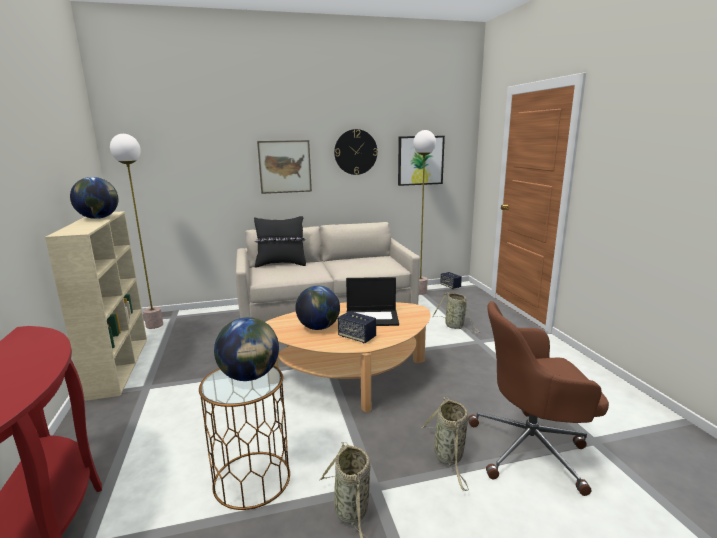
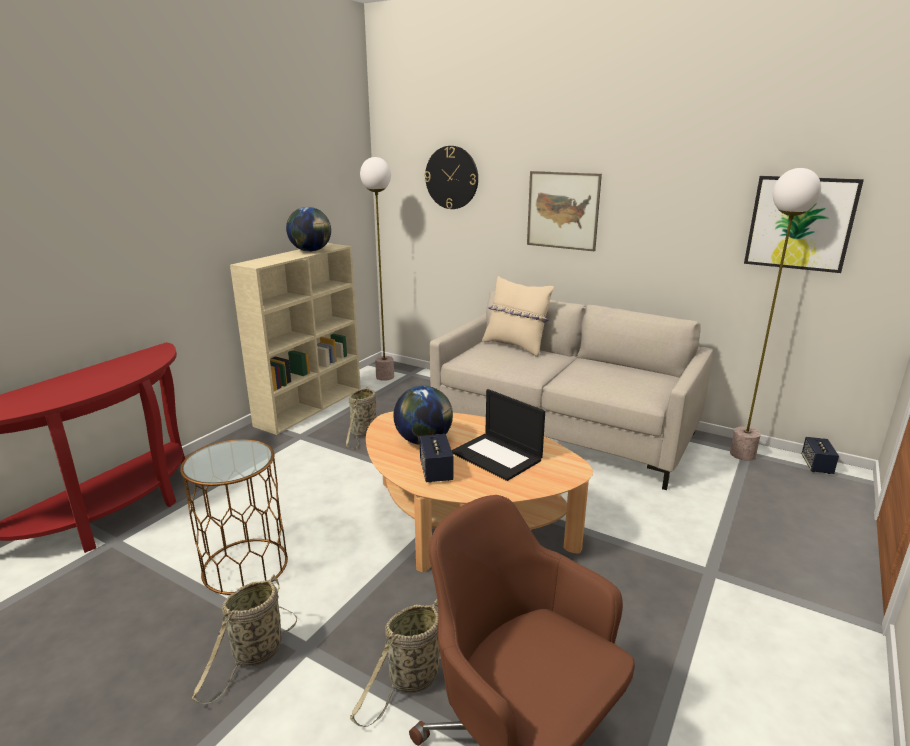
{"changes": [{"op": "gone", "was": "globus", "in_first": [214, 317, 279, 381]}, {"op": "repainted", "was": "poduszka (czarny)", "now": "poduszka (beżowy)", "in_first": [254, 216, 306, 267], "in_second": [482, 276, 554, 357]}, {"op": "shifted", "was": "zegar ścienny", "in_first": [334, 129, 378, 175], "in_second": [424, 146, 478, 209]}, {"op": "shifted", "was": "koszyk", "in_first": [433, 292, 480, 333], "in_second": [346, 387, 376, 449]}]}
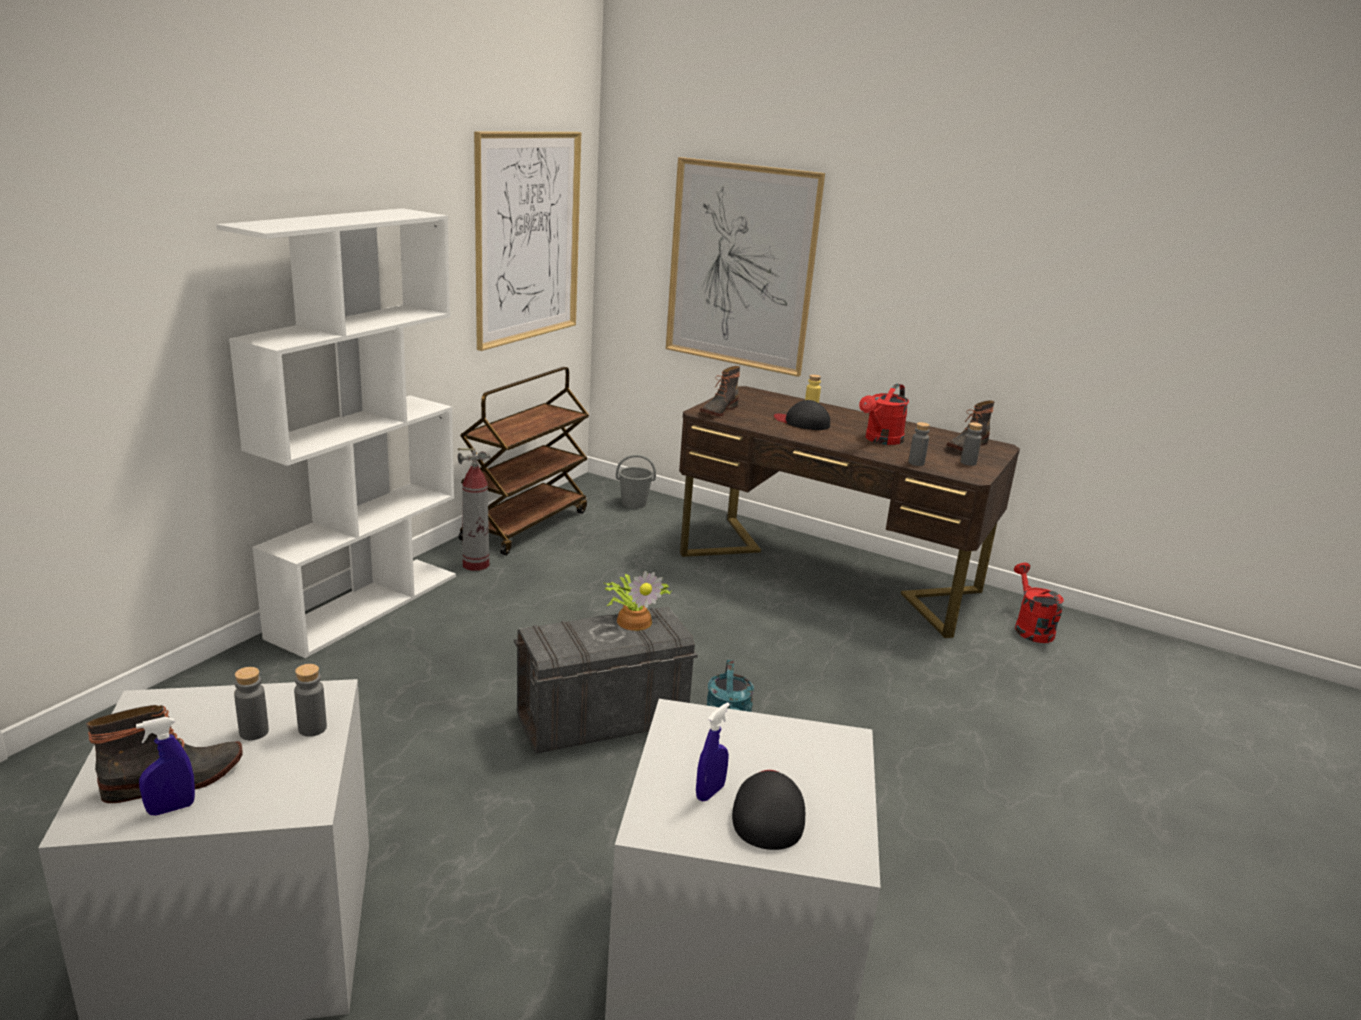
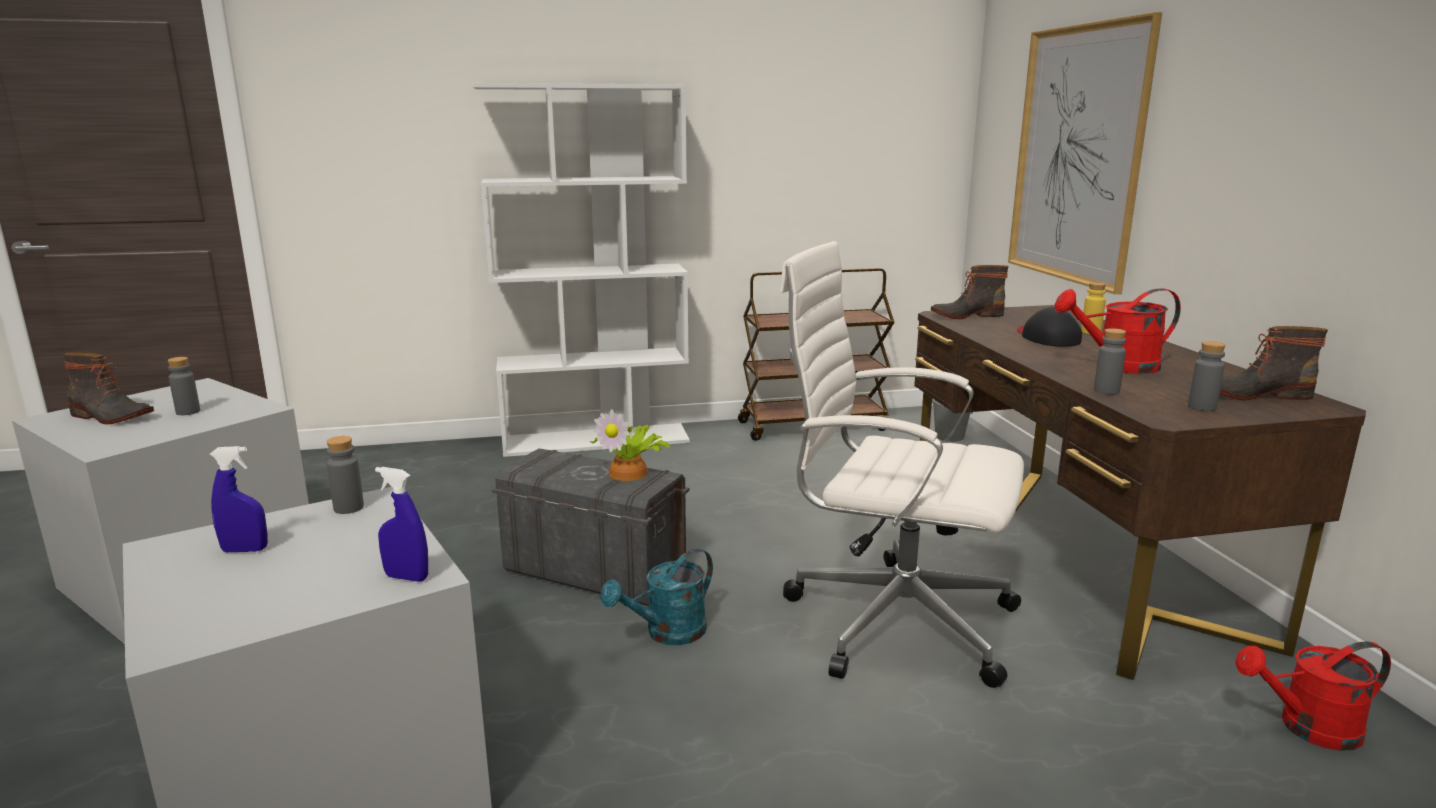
{"changes": [{"op": "shifted", "was": "spryskiwacz (niebieski)", "in_first": [136, 717, 195, 815], "in_second": [375, 467, 428, 582]}, {"op": "shifted", "was": "butelka (szary)", "in_first": [294, 664, 327, 737], "in_second": [326, 436, 364, 514]}, {"op": "gone", "was": "gaśnica", "in_first": [458, 448, 491, 571]}, {"op": "gone", "was": "obraz", "in_first": [474, 131, 581, 351]}, {"op": "gone", "was": "czapka z daszkiem (czarny)", "in_first": [732, 770, 805, 850]}, {"op": "rotated", "was": "konewka (czerwony)", "in_first": [1014, 563, 1064, 643], "in_second": [1235, 641, 1391, 751], "clockwise": -135}, {"op": "new", "now": "krzesło biurowe (biały)", "in_second": [780, 241, 1024, 688]}]}
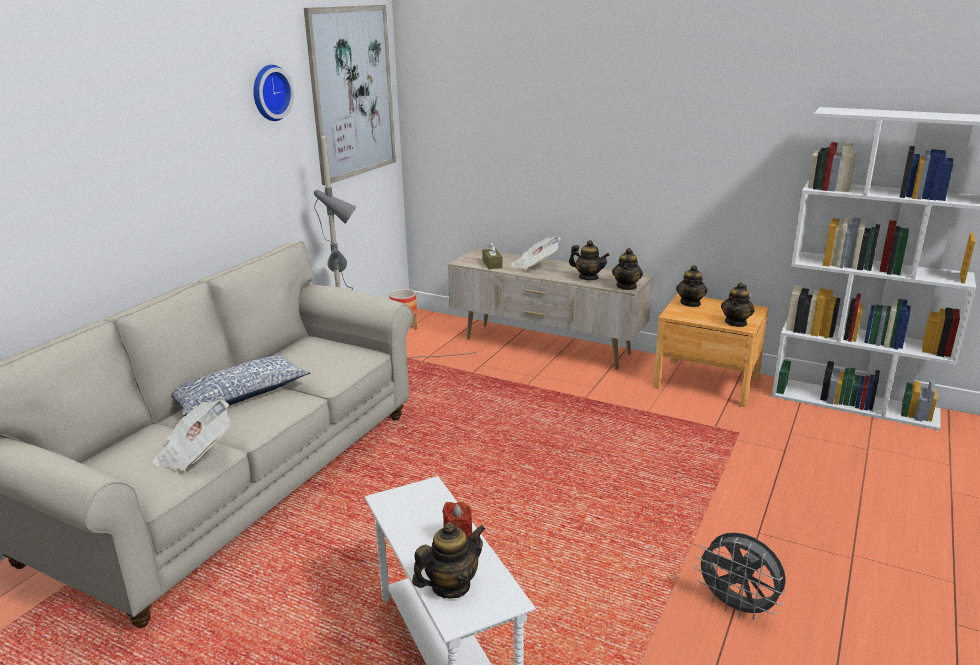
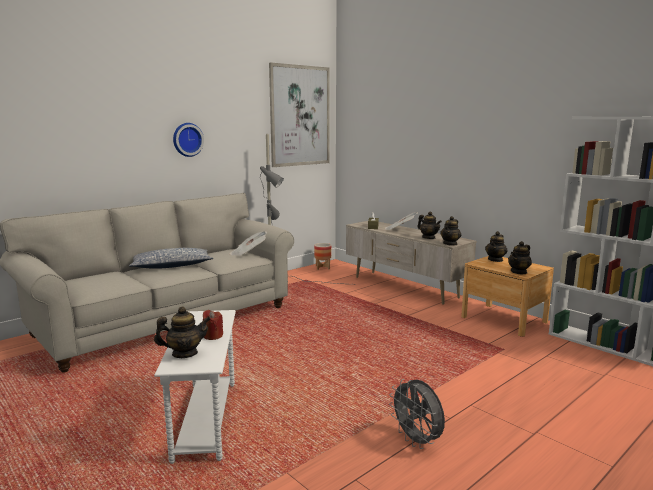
{"changes": [{"op": "shifted", "was": "gazeta", "in_first": [153, 400, 230, 471], "in_second": [230, 231, 267, 256]}, {"op": "shifted", "was": "zegar ścienny", "in_first": [253, 65, 294, 121], "in_second": [173, 123, 204, 157]}]}
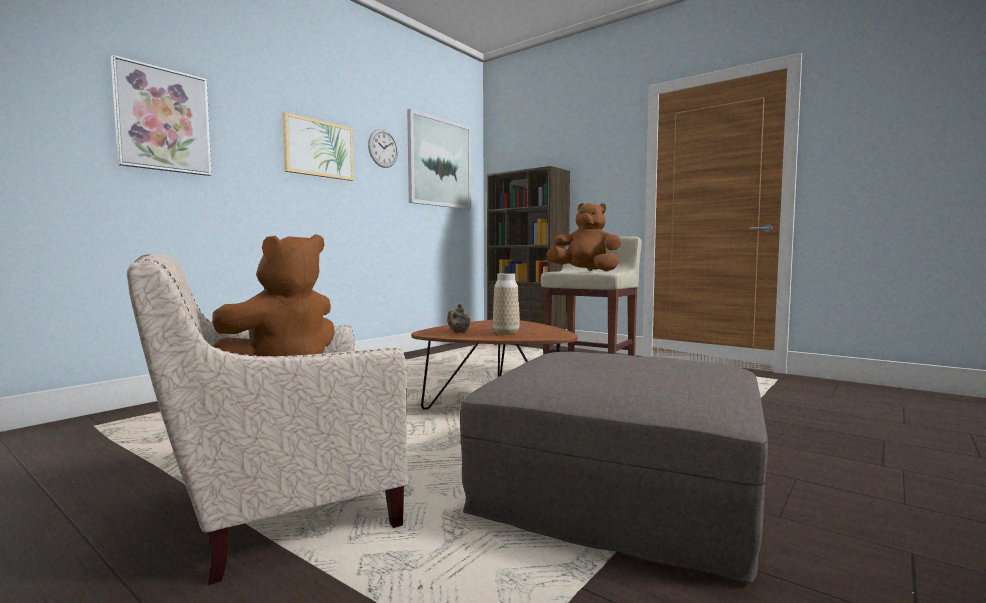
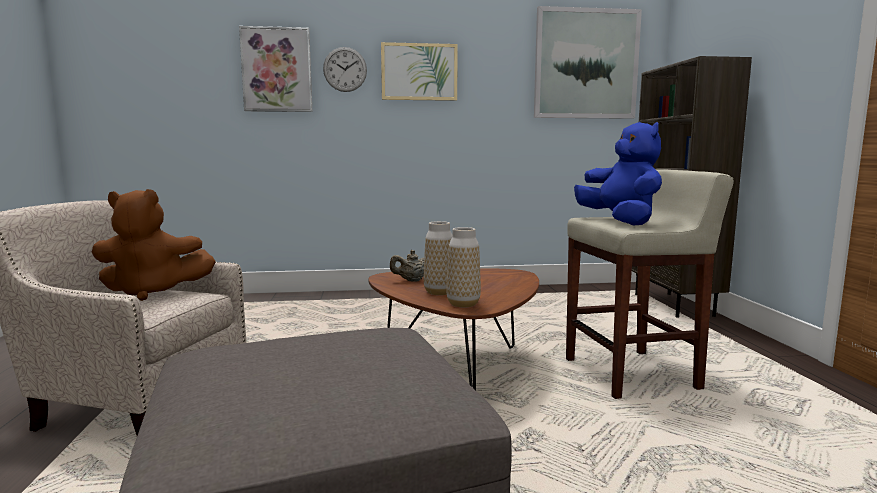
{"changes": [{"op": "shifted", "was": "zegar ścienny", "in_first": [368, 129, 398, 168], "in_second": [323, 47, 367, 92]}, {"op": "repainted", "was": "pluszak (brązowy)", "now": "pluszak (niebieski)", "in_first": [546, 203, 622, 271], "in_second": [574, 122, 662, 226]}, {"op": "new", "now": "wazon", "in_second": [446, 227, 481, 307]}]}
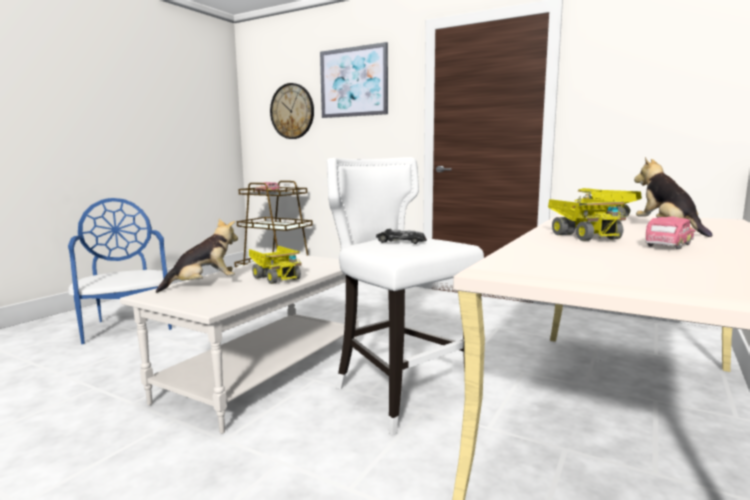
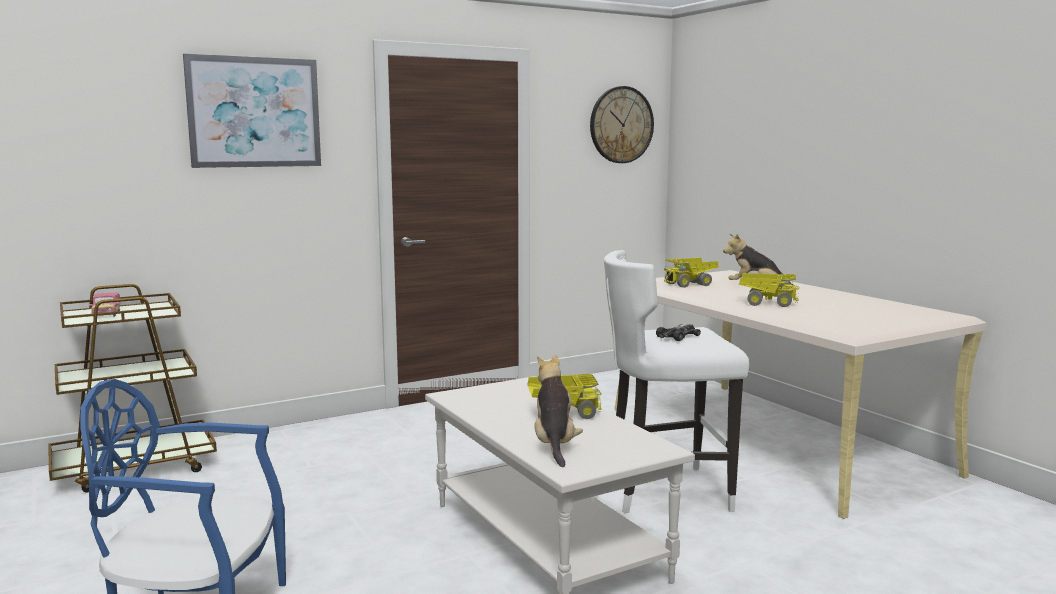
{"changes": [{"op": "shifted", "was": "zegar ścienny", "in_first": [270, 83, 314, 139], "in_second": [590, 86, 654, 163]}, {"op": "gone", "was": "samochodzik", "in_first": [645, 216, 696, 249]}]}
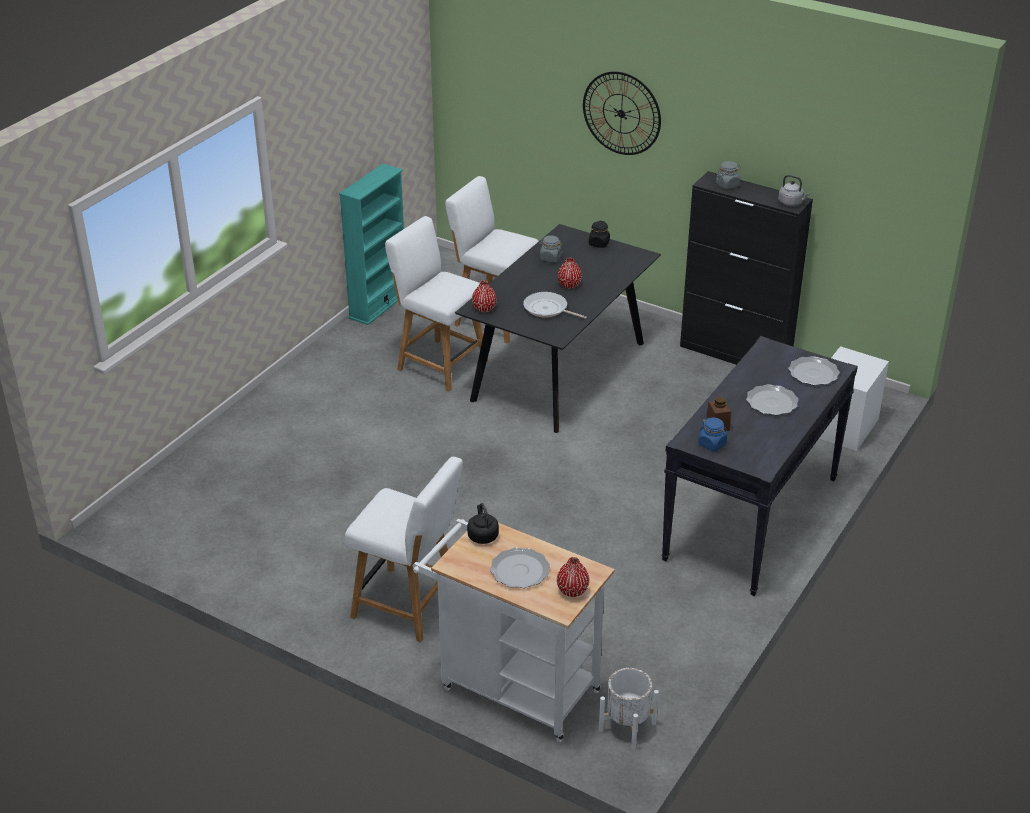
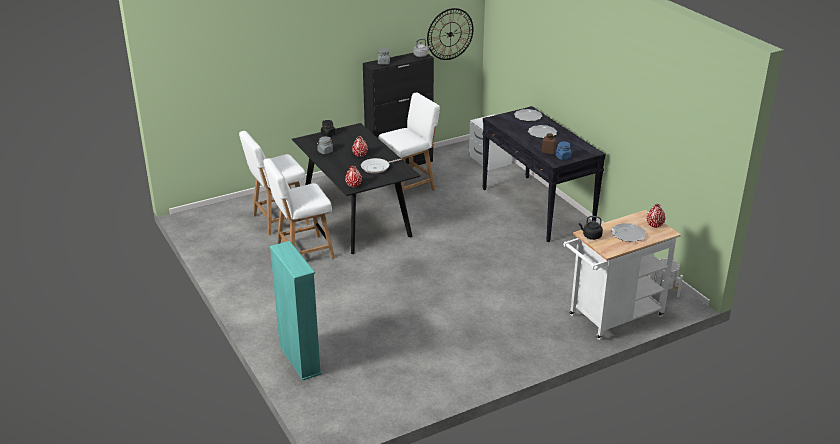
{"changes": [{"op": "shifted", "was": "regał (turkusowy)", "in_first": [339, 164, 404, 325], "in_second": [270, 241, 322, 380]}, {"op": "shifted", "was": "krzesło (biały)", "in_first": [345, 457, 463, 642], "in_second": [378, 92, 440, 194]}, {"op": "shifted", "was": "zegar ścienny", "in_first": [583, 71, 661, 155], "in_second": [427, 8, 474, 60]}]}
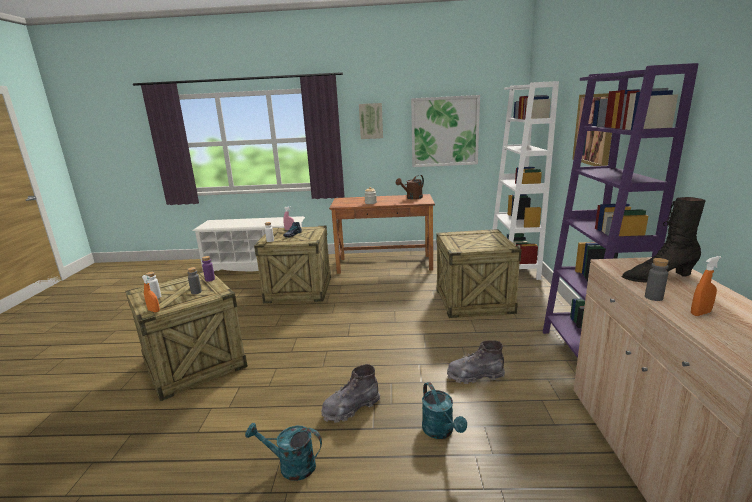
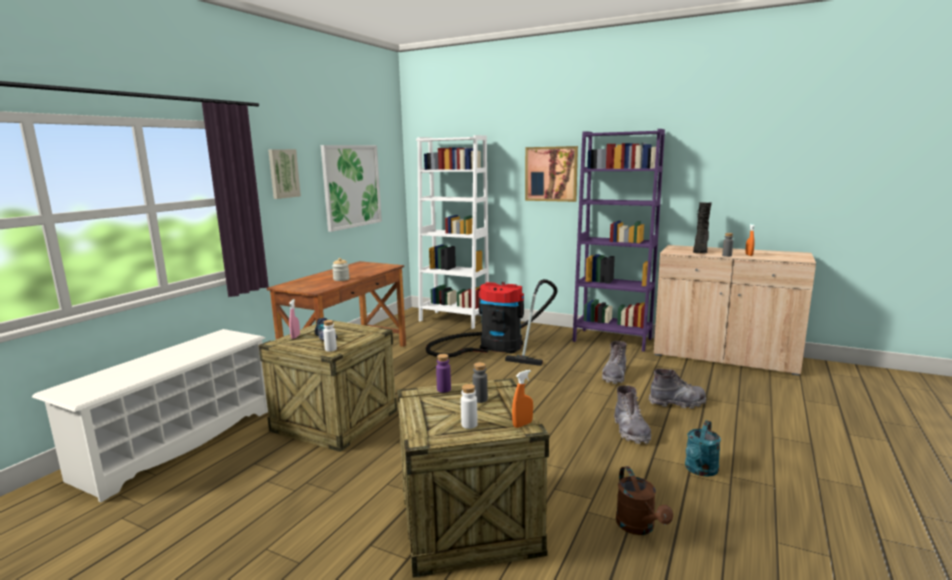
{"changes": [{"op": "shifted", "was": "konewka (brązowy)", "in_first": [396, 175, 424, 199], "in_second": [616, 466, 673, 535]}, {"op": "swapped", "was": "konewka (turkusowy)", "now": "but z cholewką (szary)", "in_first": [422, 382, 467, 439], "in_second": [649, 369, 706, 409]}, {"op": "swapped", "was": "skrzynka", "now": "odkurzacz", "in_first": [436, 229, 522, 318], "in_second": [426, 279, 557, 366]}]}
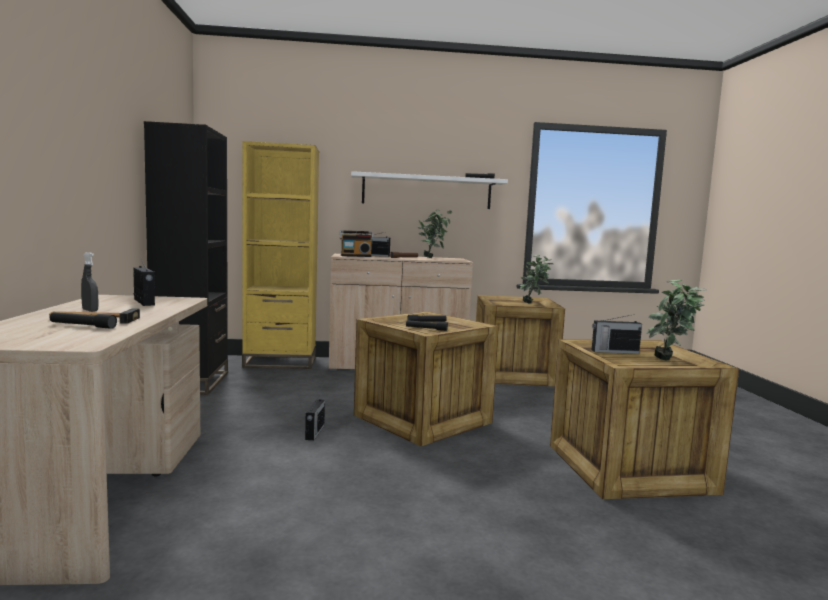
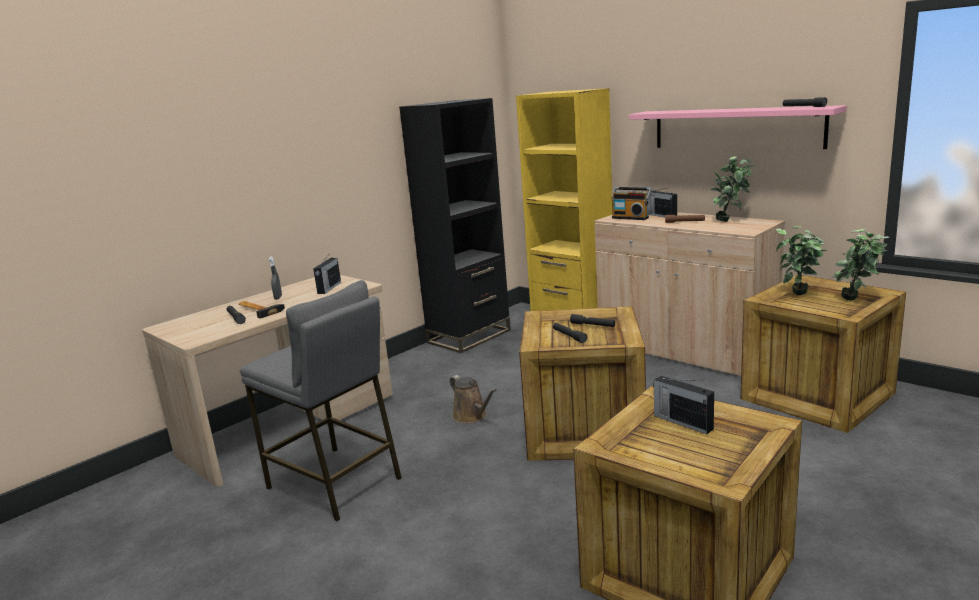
{"changes": [{"op": "swapped", "was": "radio", "now": "konewka (brązowy)", "in_first": [305, 396, 325, 441], "in_second": [450, 375, 497, 424]}, {"op": "repainted", "was": "półka (biały)", "now": "półka (różowy)", "in_first": [351, 171, 508, 209], "in_second": [629, 105, 847, 149]}, {"op": "shifted", "was": "roślina doniczkowa", "in_first": [646, 280, 707, 361], "in_second": [776, 226, 827, 295]}, {"op": "new", "now": "stołek (szary)", "in_second": [240, 280, 402, 521]}]}
